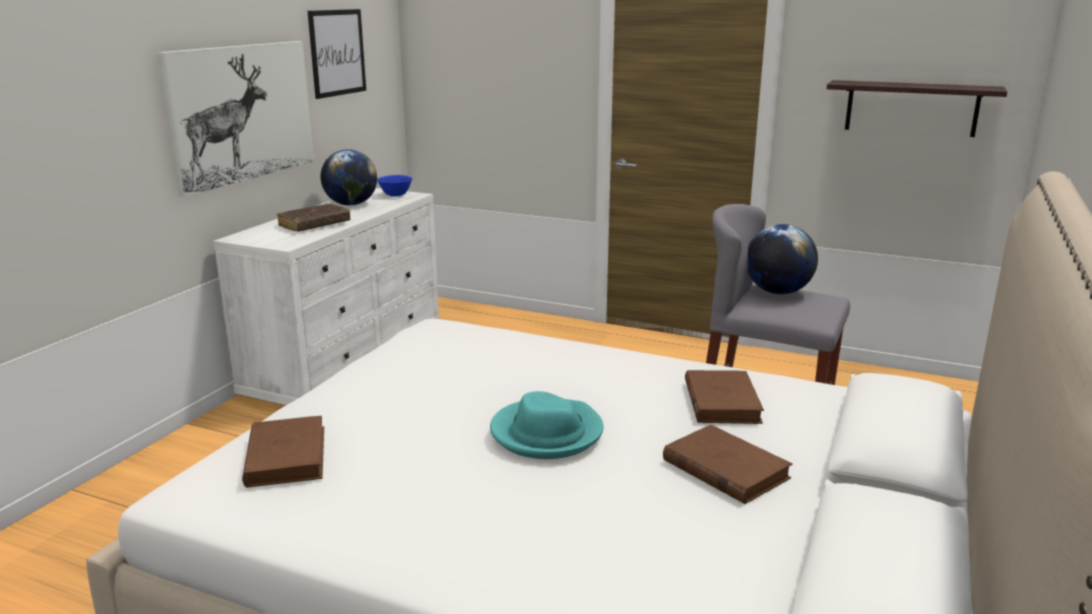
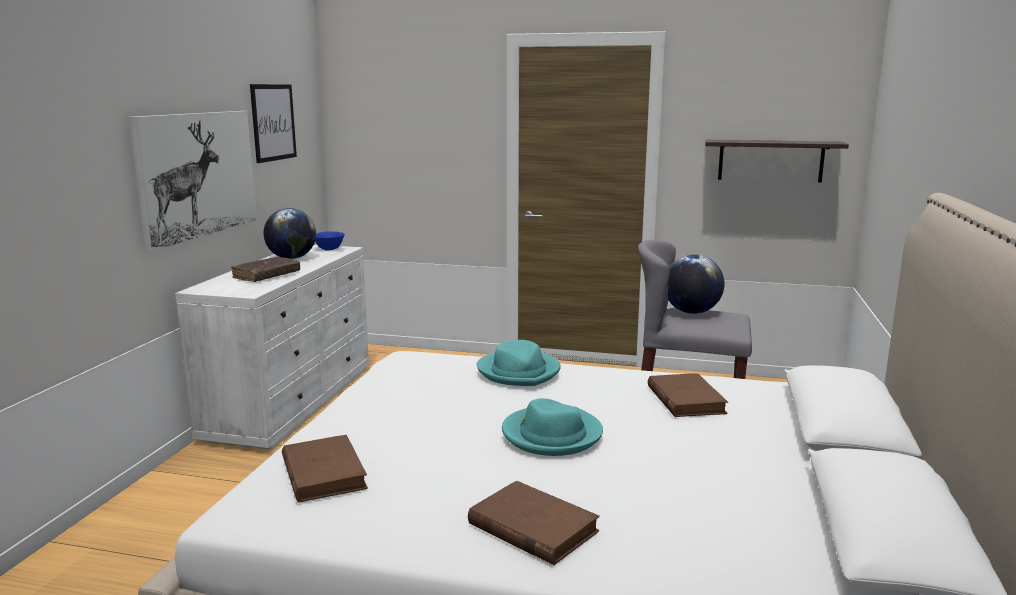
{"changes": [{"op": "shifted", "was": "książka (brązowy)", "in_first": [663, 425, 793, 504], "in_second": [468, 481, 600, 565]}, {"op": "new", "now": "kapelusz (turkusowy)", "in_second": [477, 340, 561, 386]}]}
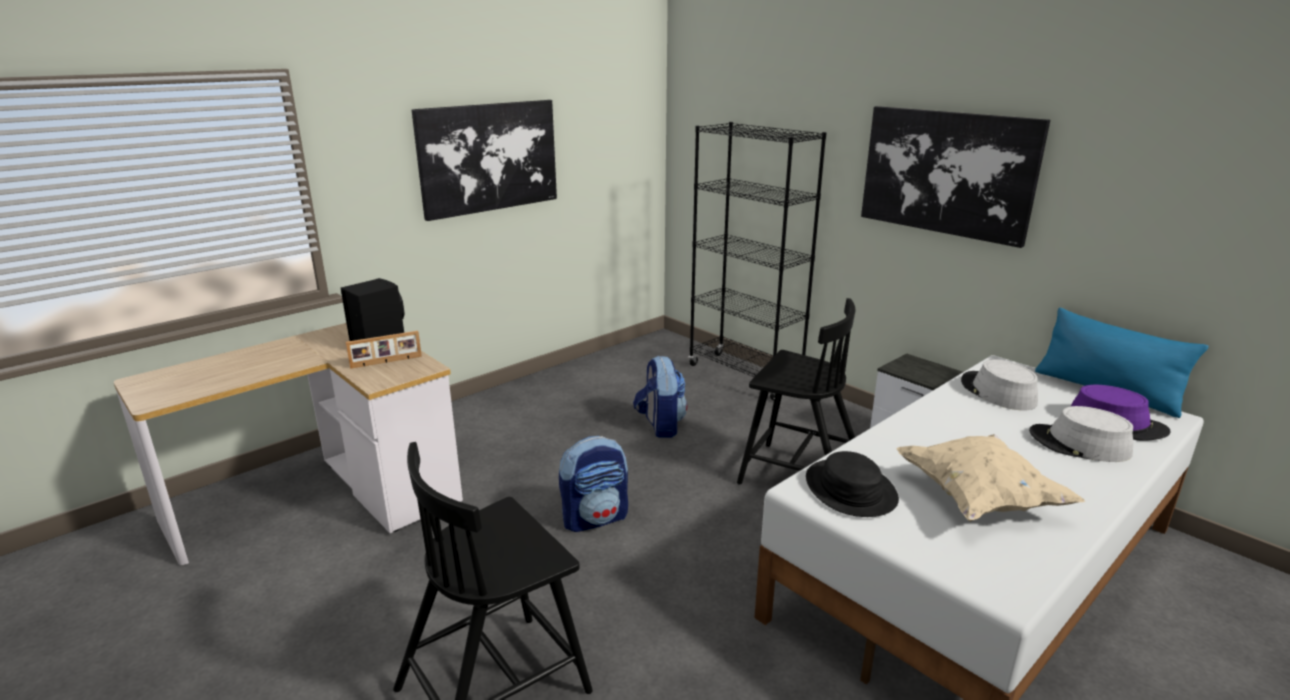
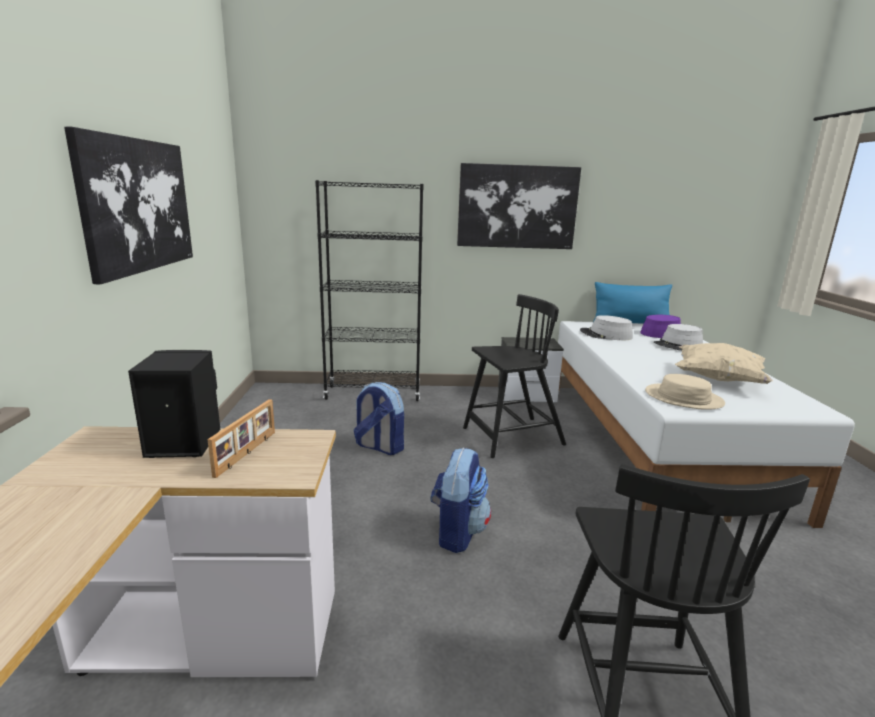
{"changes": [{"op": "repainted", "was": "kapelusz (czarny)", "now": "kapelusz (beżowy)", "in_first": [806, 451, 899, 517], "in_second": [645, 374, 725, 410]}]}
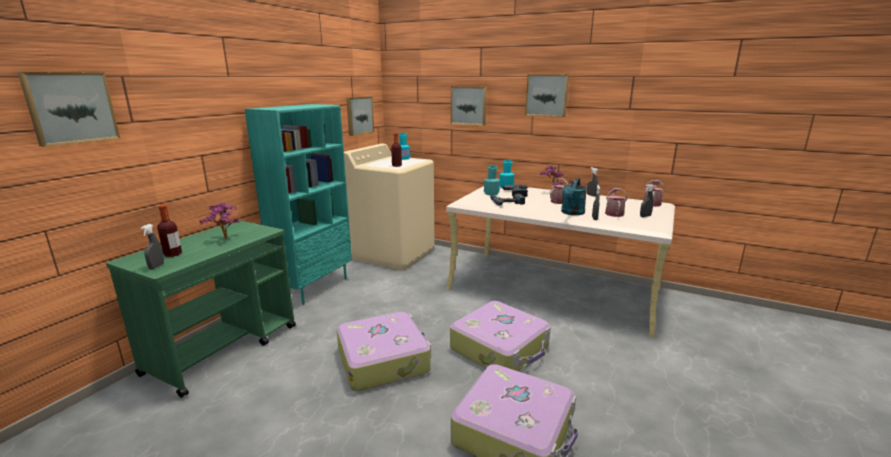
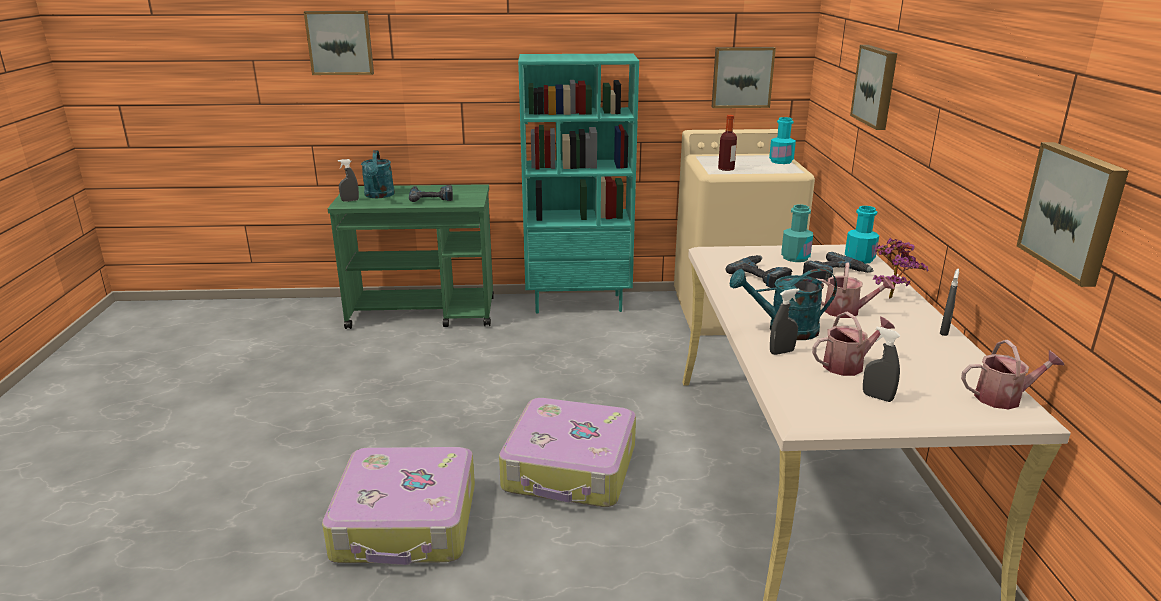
{"changes": [{"op": "swapped", "was": "butelka", "now": "konewka (turkusowy)", "in_first": [157, 205, 182, 257], "in_second": [361, 150, 395, 198]}, {"op": "swapped", "was": "roślina doniczkowa", "now": "wiertarka", "in_first": [200, 202, 240, 239], "in_second": [409, 185, 453, 202]}, {"op": "gone", "was": "walizka", "in_first": [337, 312, 431, 391]}, {"op": "shifted", "was": "obraz", "in_first": [525, 74, 569, 117], "in_second": [1017, 142, 1129, 287]}]}
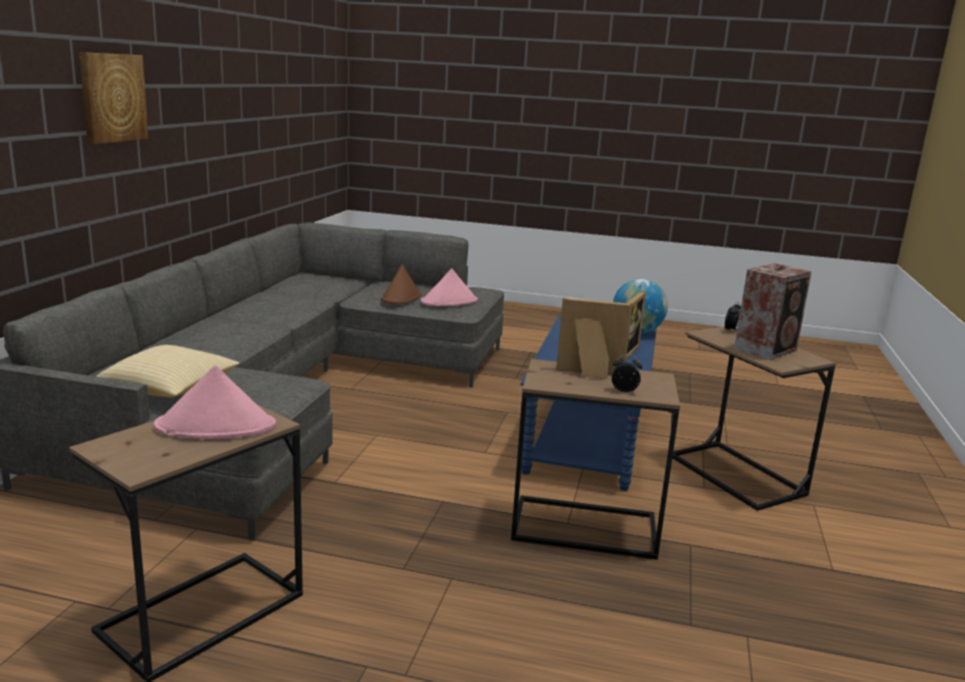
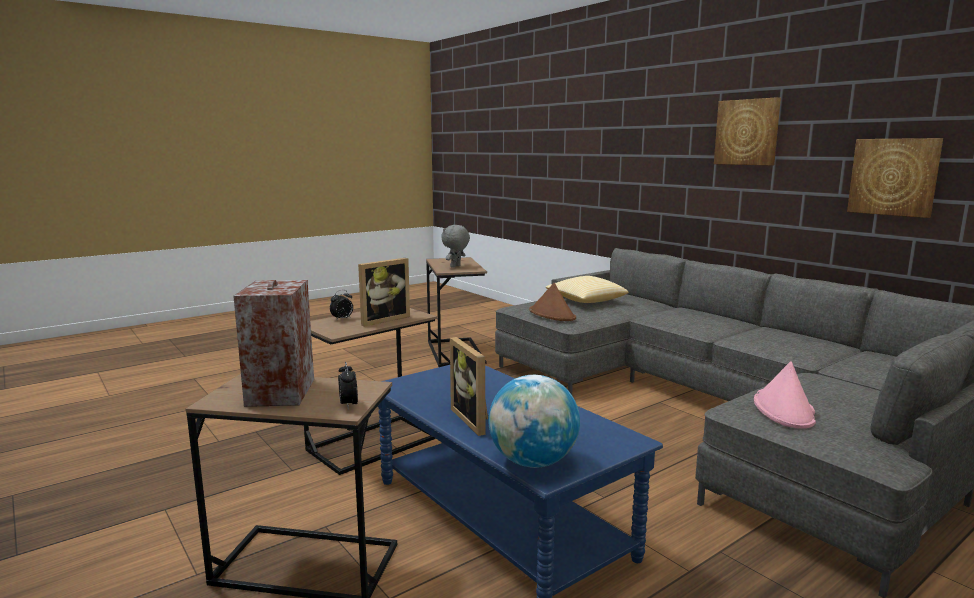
{"changes": [{"op": "swapped", "was": "kapelusz (różowy)", "now": "pluszak (szary)", "in_first": [154, 365, 276, 439], "in_second": [441, 225, 470, 268]}, {"op": "shifted", "was": "kapelusz (brązowy)", "in_first": [381, 264, 421, 304], "in_second": [529, 283, 576, 321]}, {"op": "new", "now": "obraz", "in_second": [847, 138, 943, 218]}]}
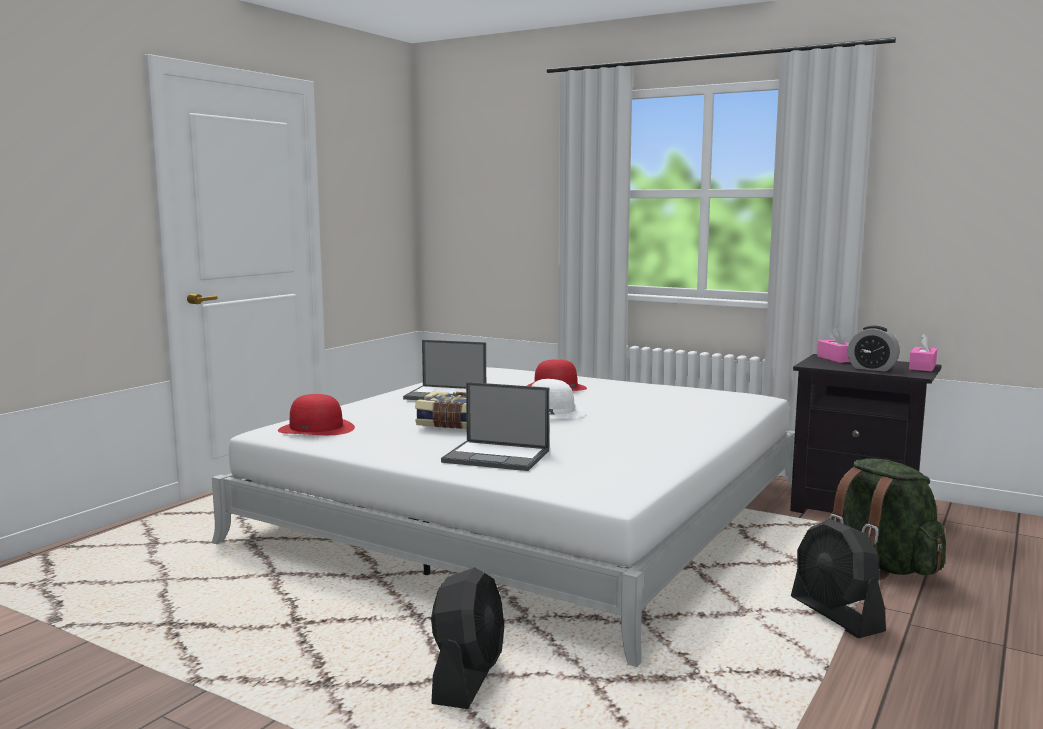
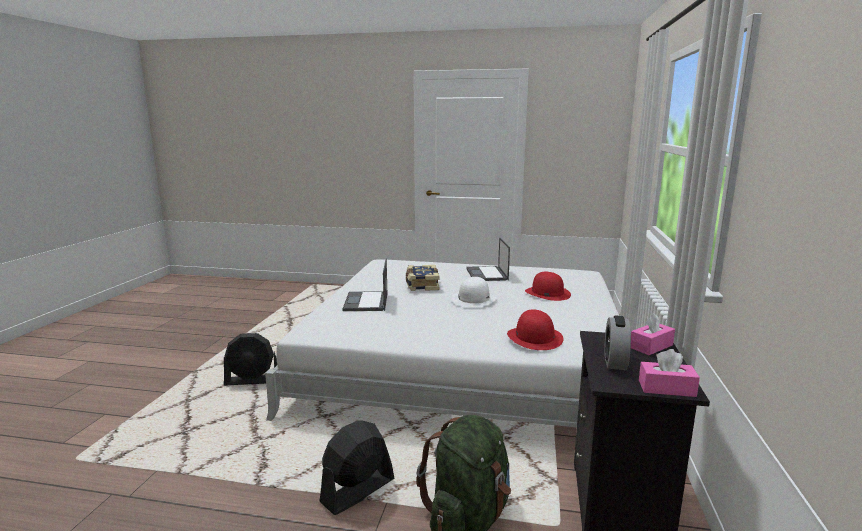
{"changes": [{"op": "shifted", "was": "kapelusz (czerwony)", "in_first": [278, 394, 355, 435], "in_second": [507, 309, 564, 350]}]}
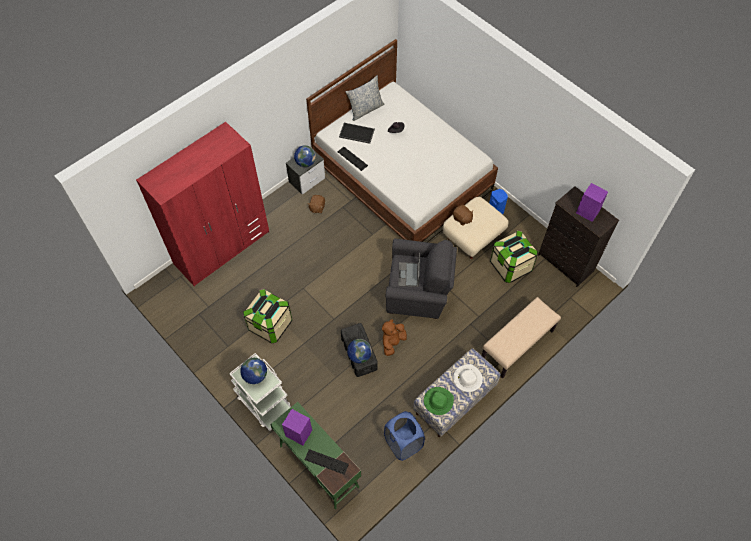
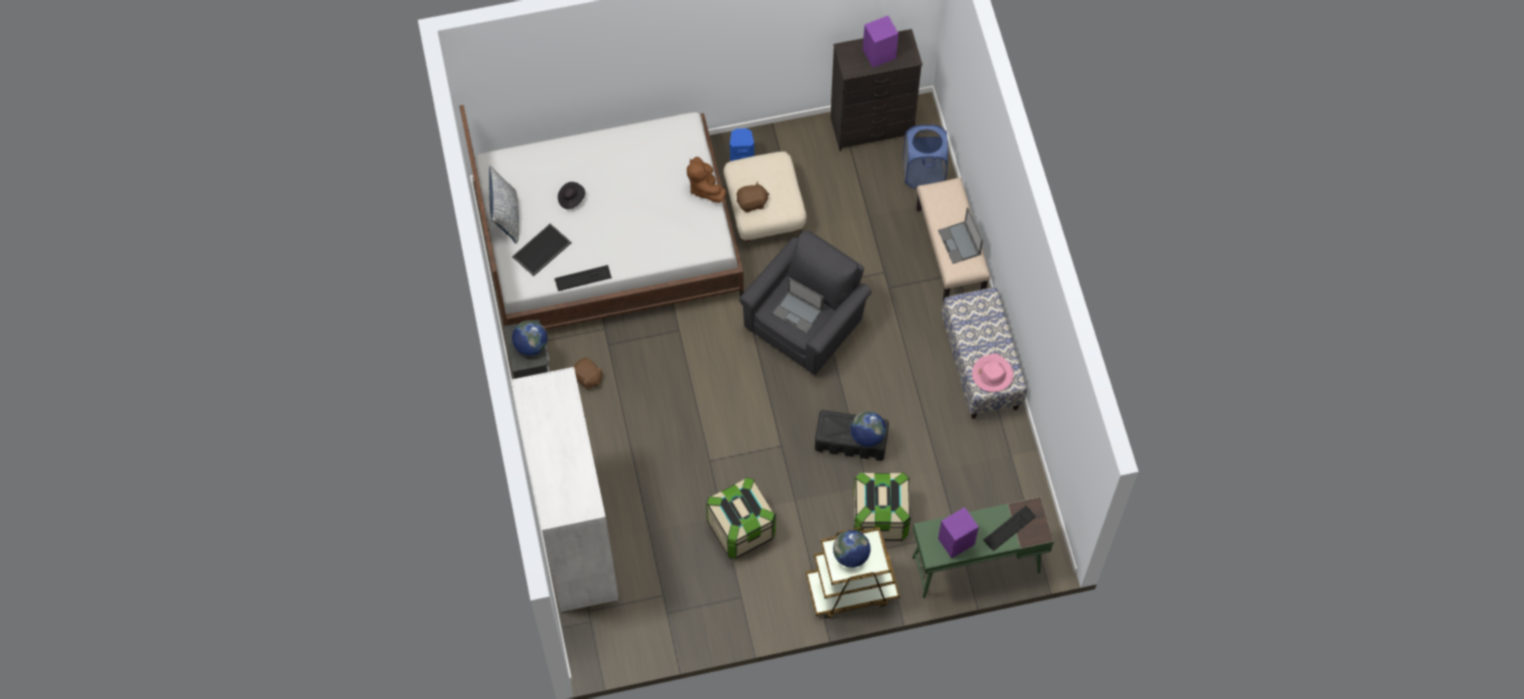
{"changes": [{"op": "repainted", "was": "szafa (czerwony)", "now": "szafa (biały)", "in_first": [136, 122, 269, 287], "in_second": [512, 367, 619, 612]}, {"op": "repainted", "was": "wózek (biały)", "now": "wózek (brązowy)", "in_first": [229, 353, 291, 431], "in_second": [806, 527, 900, 619]}, {"op": "shifted", "was": "pluszak (brązowy)", "in_first": [382, 319, 407, 356], "in_second": [687, 157, 726, 203]}, {"op": "shifted", "was": "kosz na pranie (niebieski)", "in_first": [384, 411, 425, 461], "in_second": [903, 124, 948, 188]}, {"op": "repainted", "was": "kapelusz (zielony)", "now": "kapelusz (różowy)", "in_first": [424, 387, 454, 415], "in_second": [972, 354, 1013, 392]}, {"op": "gone", "was": "kapelusz (biały)", "in_first": [453, 364, 483, 392]}, {"op": "shifted", "was": "pojemnik do przechowywania", "in_first": [490, 231, 538, 283], "in_second": [853, 472, 911, 541]}, {"op": "new", "now": "laptop", "in_second": [938, 207, 983, 264]}]}
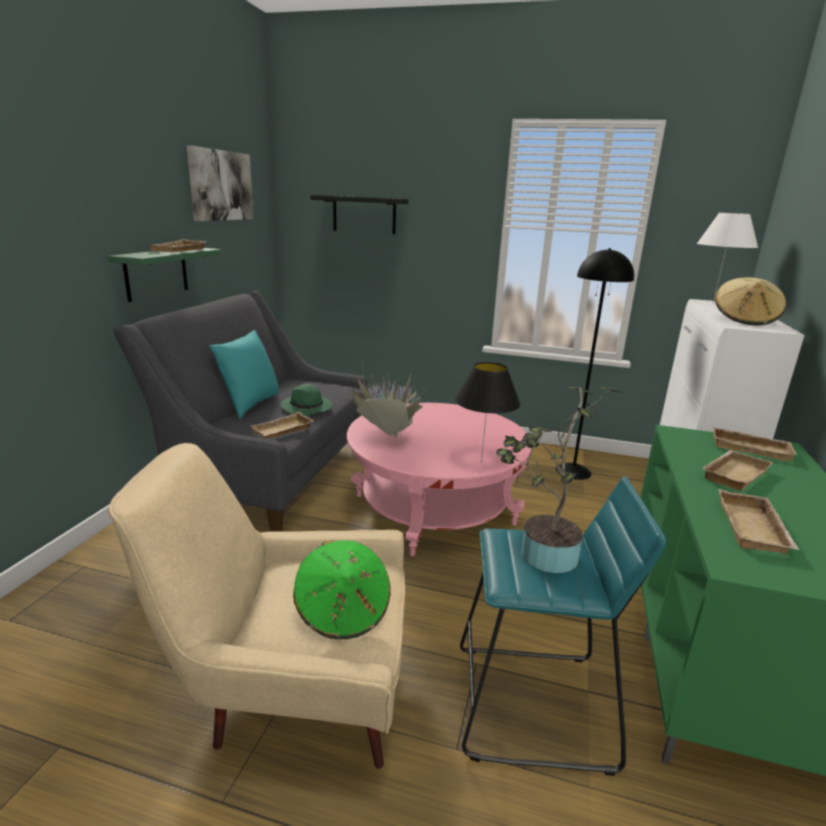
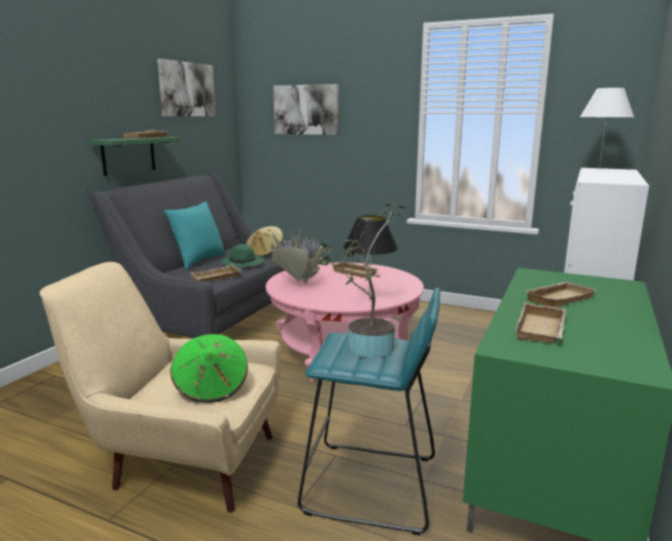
{"changes": [{"op": "swapped", "was": "półka (czarny)", "now": "obraz", "in_first": [310, 195, 408, 234], "in_second": [273, 84, 339, 135]}, {"op": "gone", "was": "lampa stojąca (czarny)", "in_first": [555, 248, 634, 480]}, {"op": "shifted", "was": "taca (beżowy)", "in_first": [713, 427, 797, 462], "in_second": [331, 261, 379, 278]}, {"op": "shifted", "was": "kapelusz (beżowy)", "in_first": [715, 277, 786, 325], "in_second": [246, 226, 283, 258]}]}
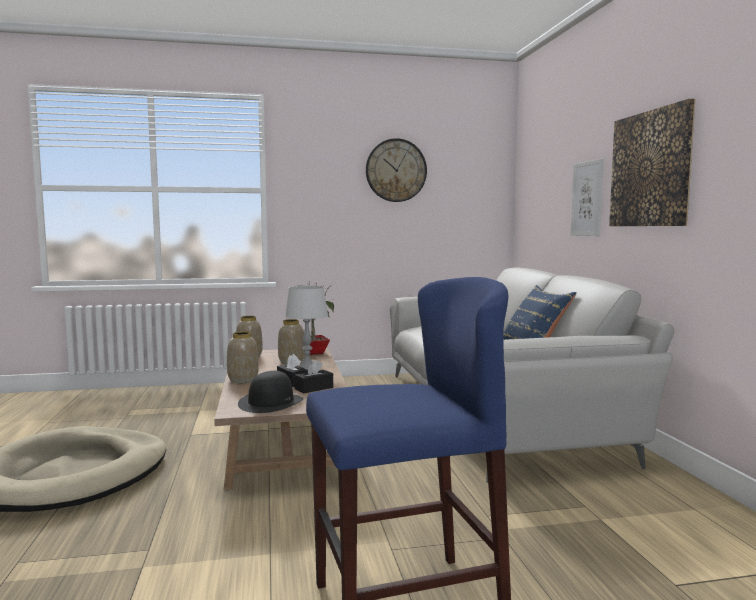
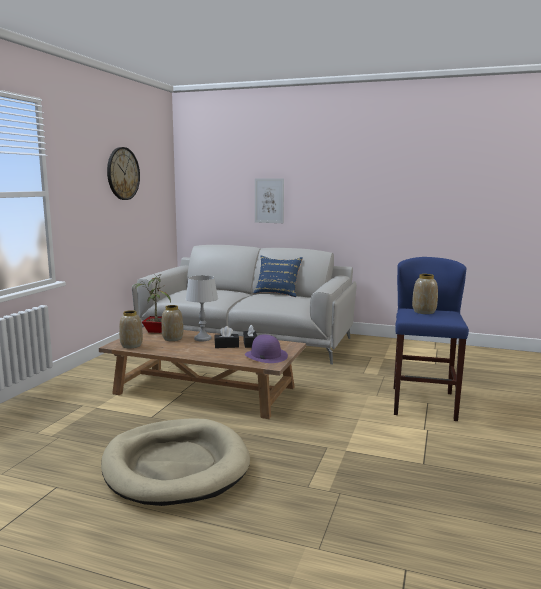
{"changes": [{"op": "shifted", "was": "wazon", "in_first": [227, 331, 258, 383], "in_second": [412, 274, 438, 314]}, {"op": "repainted", "was": "kapelusz (czarny)", "now": "kapelusz (fioletowy)", "in_first": [238, 371, 303, 413], "in_second": [245, 334, 288, 363]}, {"op": "gone", "was": "obraz", "in_first": [609, 99, 695, 226]}]}
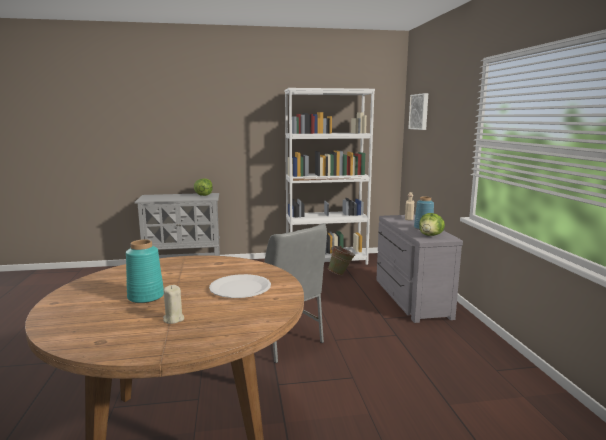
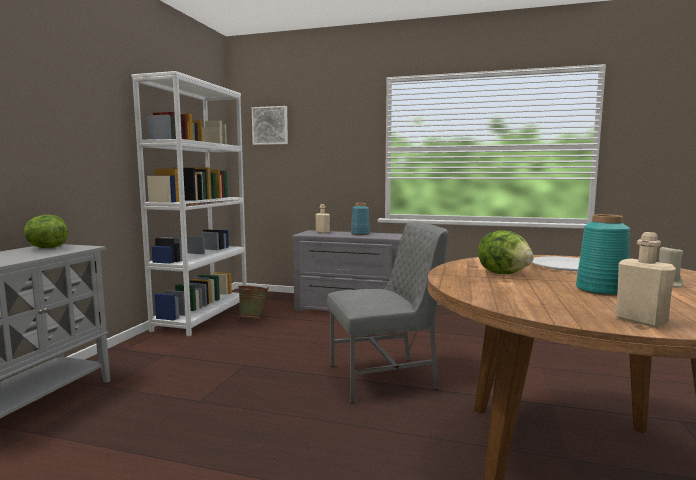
{"changes": [{"op": "shifted", "was": "sałata", "in_first": [419, 213, 445, 236], "in_second": [478, 230, 534, 274]}, {"op": "new", "now": "butelka (beżowy)", "in_second": [616, 232, 676, 328]}]}
